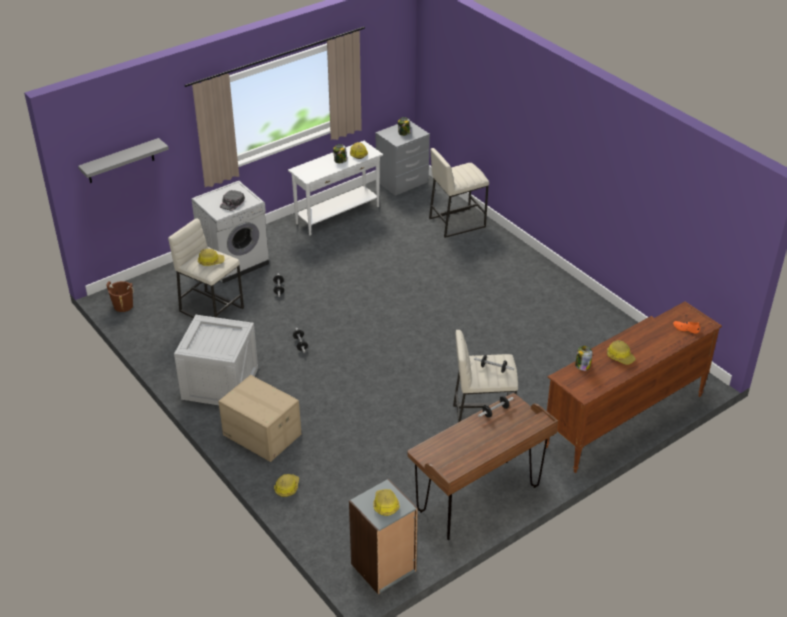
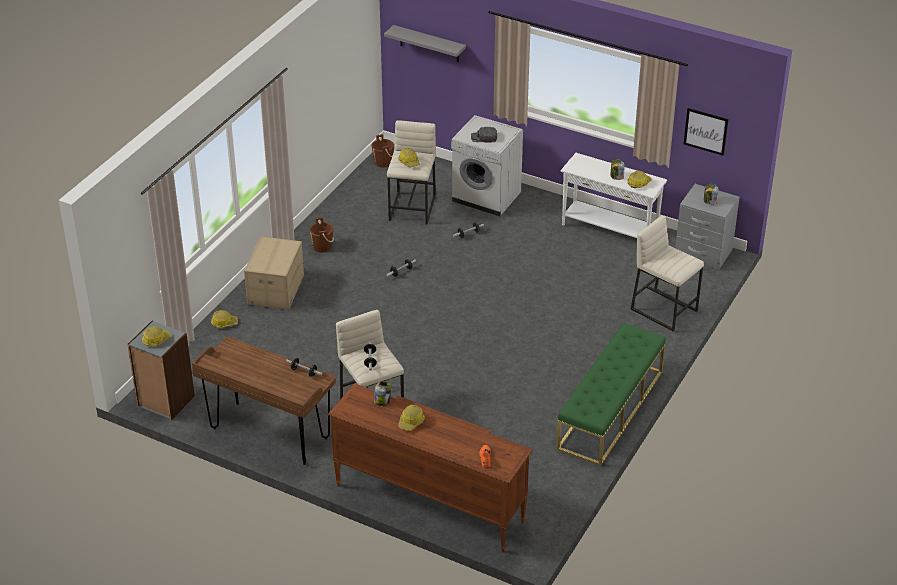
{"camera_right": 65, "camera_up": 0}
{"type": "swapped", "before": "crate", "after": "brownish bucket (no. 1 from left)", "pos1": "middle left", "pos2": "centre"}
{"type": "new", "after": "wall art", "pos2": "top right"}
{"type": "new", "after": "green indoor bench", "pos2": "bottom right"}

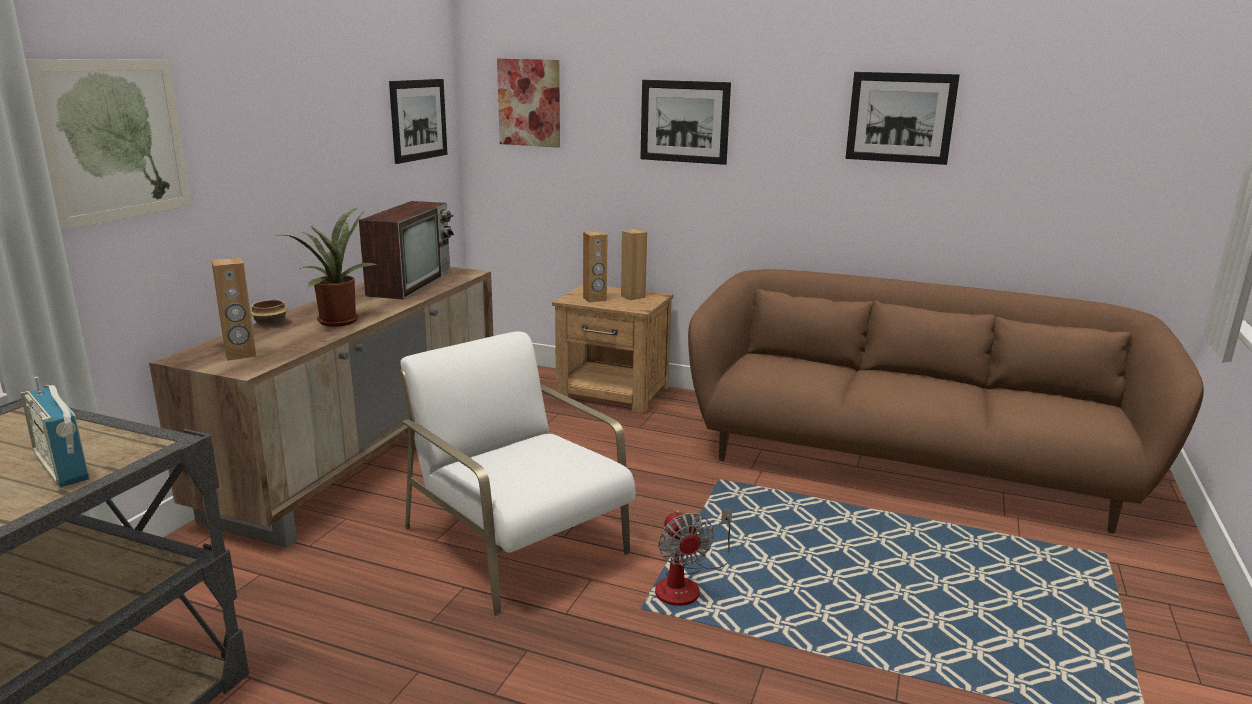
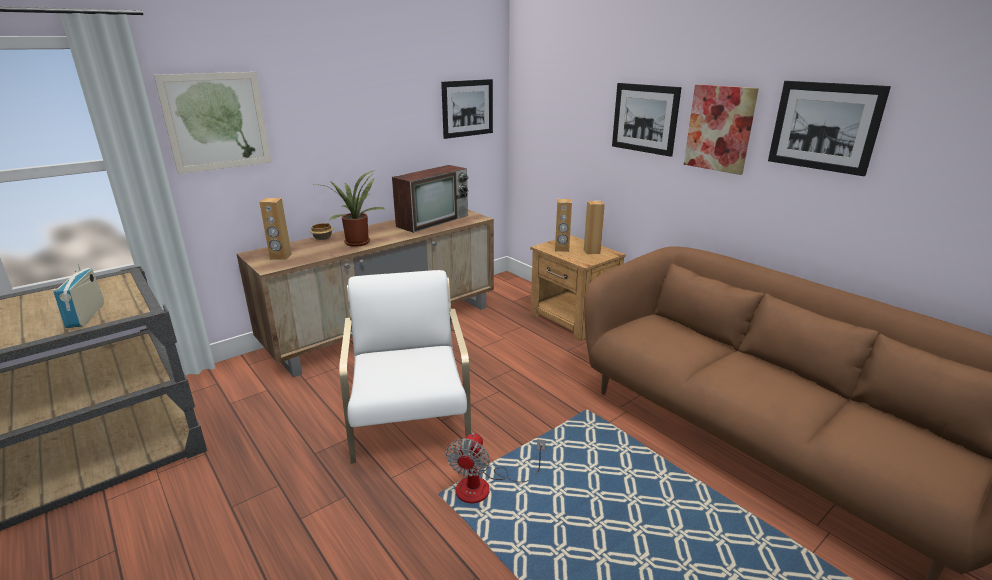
{"camera_right": 30, "camera_up": 5}
{"type": "shifted", "before": "wall art (no. 3 from left in the first image)", "after": "wall art (no. 4 from left)", "pos1": "top centre", "pos2": "top right"}

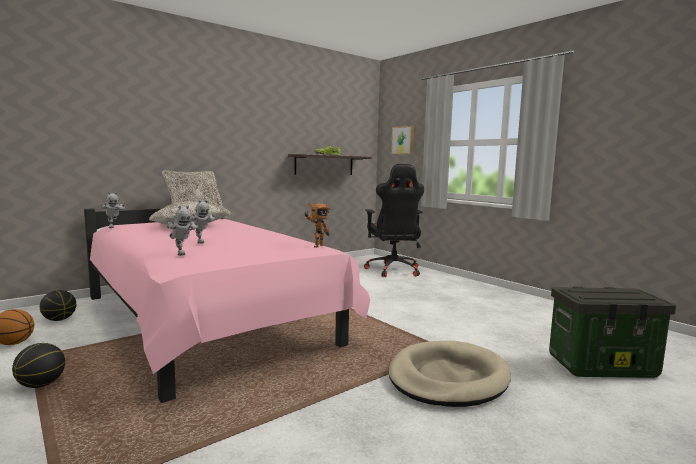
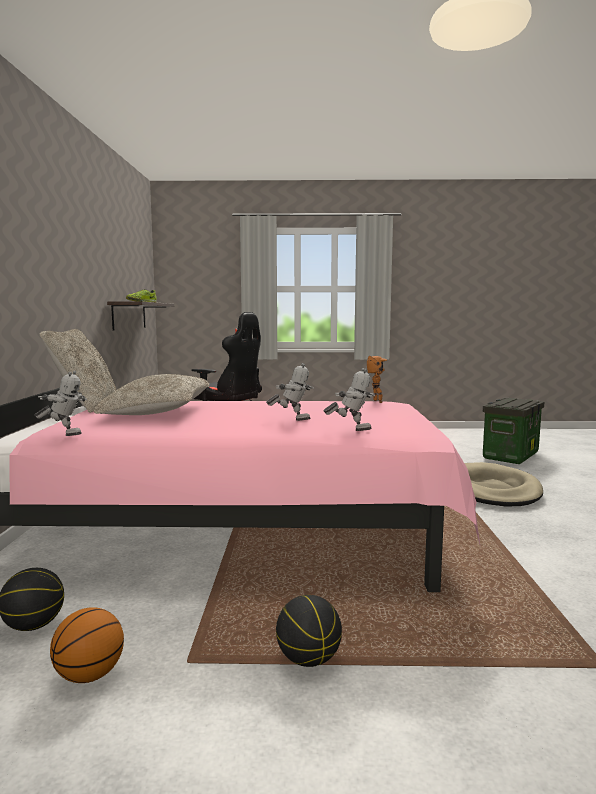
{"camera_right": -50, "camera_up": 0}
{"type": "gone", "before": "wall art", "pos1": "top centre"}

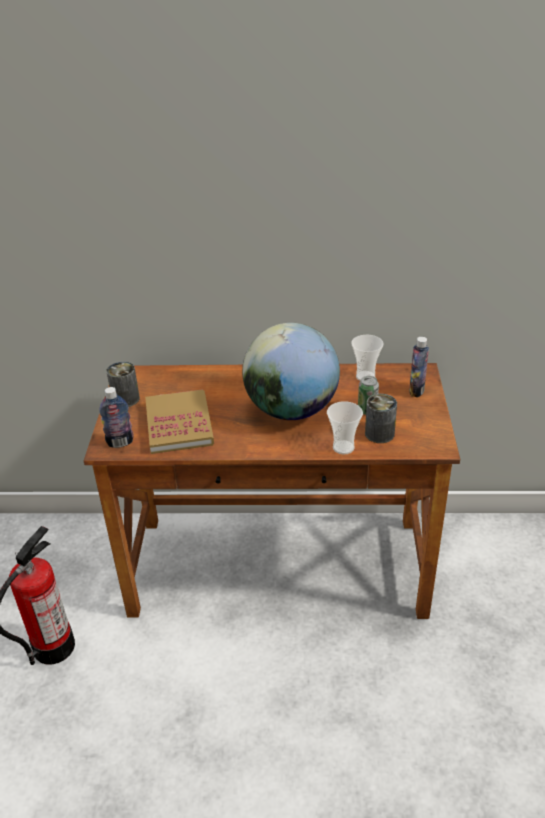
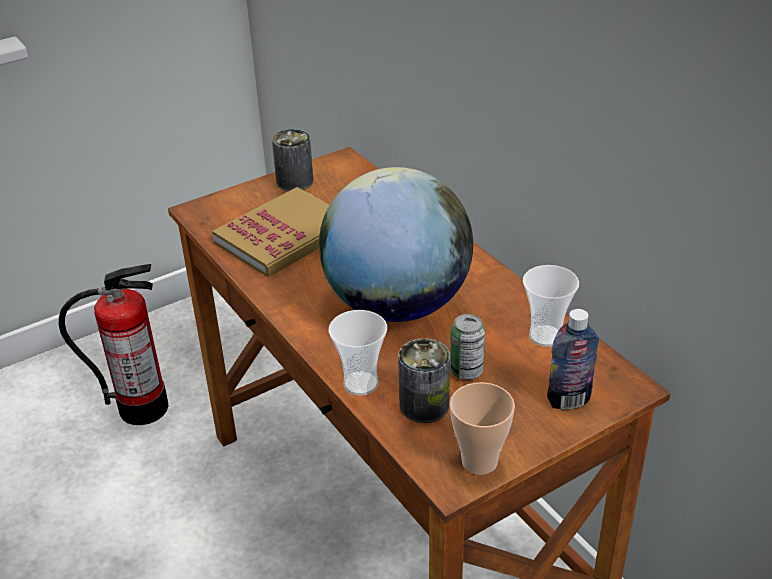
{"camera_right": 55, "camera_up": 0}
{"type": "gone", "before": "drink bottle (no. 1 from left)", "pos1": "middle left"}
{"type": "new", "after": "drinking cup (no. 2 from left)", "pos2": "bottom centre"}

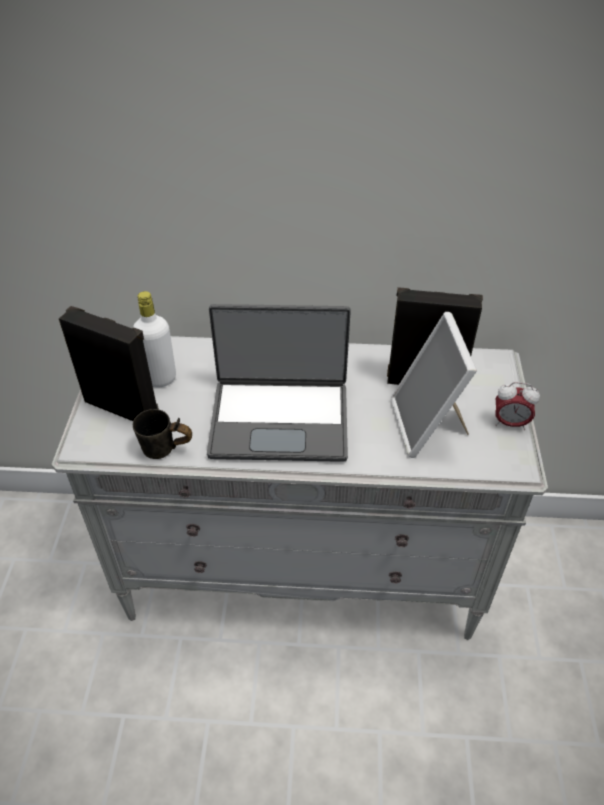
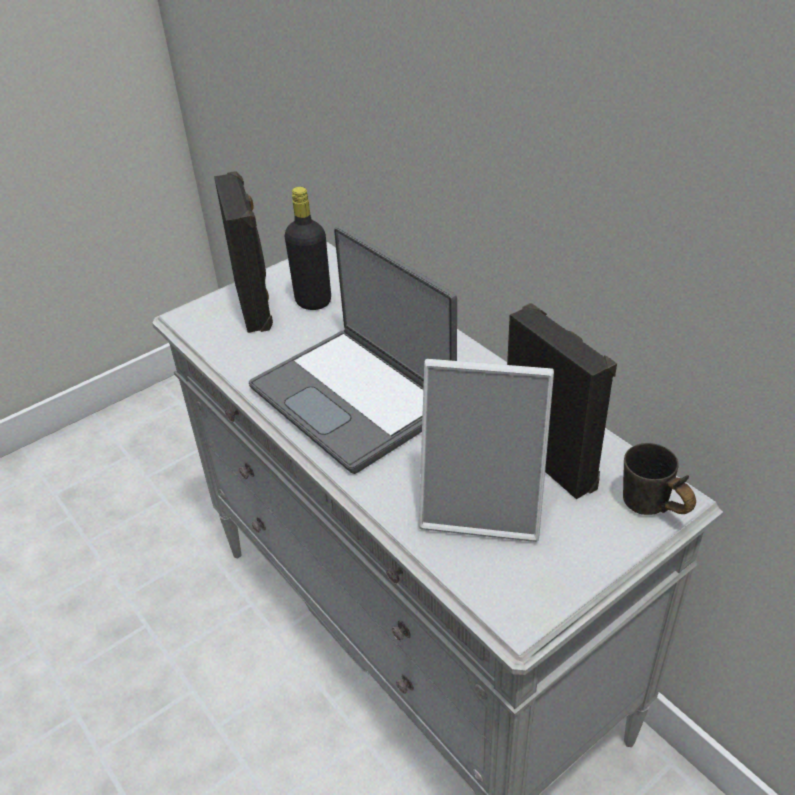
{"camera_right": 50, "camera_up": -5}
{"type": "repainted", "before": "white drink bottle", "after": "black-coloured drink bottle", "pos1": "middle left", "pos2": "top centre"}
{"type": "rotated", "before": "standing frame", "pos1": "middle right", "pos2": "centre", "turn": -120}
{"type": "gone", "before": "alarm clock", "pos1": "middle right"}
{"type": "shifted", "before": "greyish mug", "pos1": "middle left", "pos2": "middle right"}

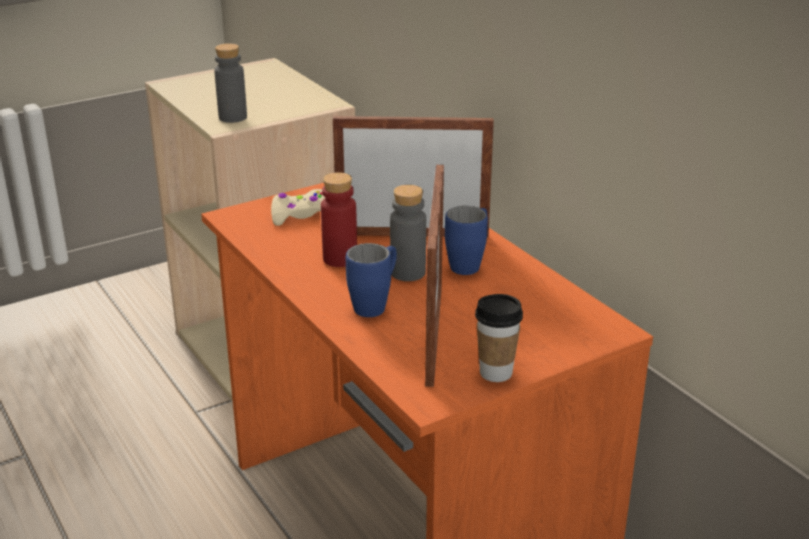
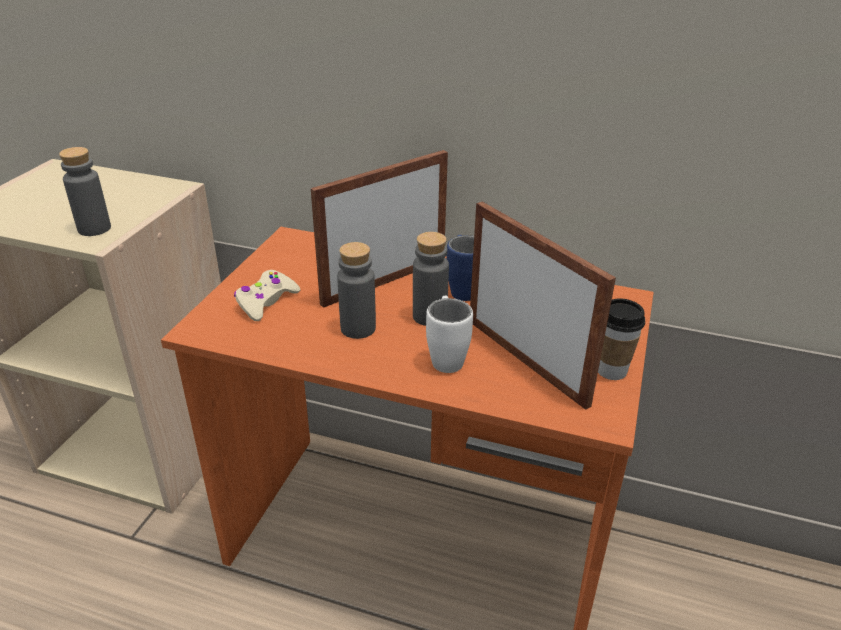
{"camera_right": -40, "camera_up": 5}
{"type": "repainted", "before": "reddish drink bottle", "after": "greyish drink bottle (no. 2 from left)", "pos1": "centre", "pos2": "centre"}
{"type": "repainted", "before": "blue-coloured mug (no. 1 from left)", "after": "white mug", "pos1": "centre", "pos2": "centre"}

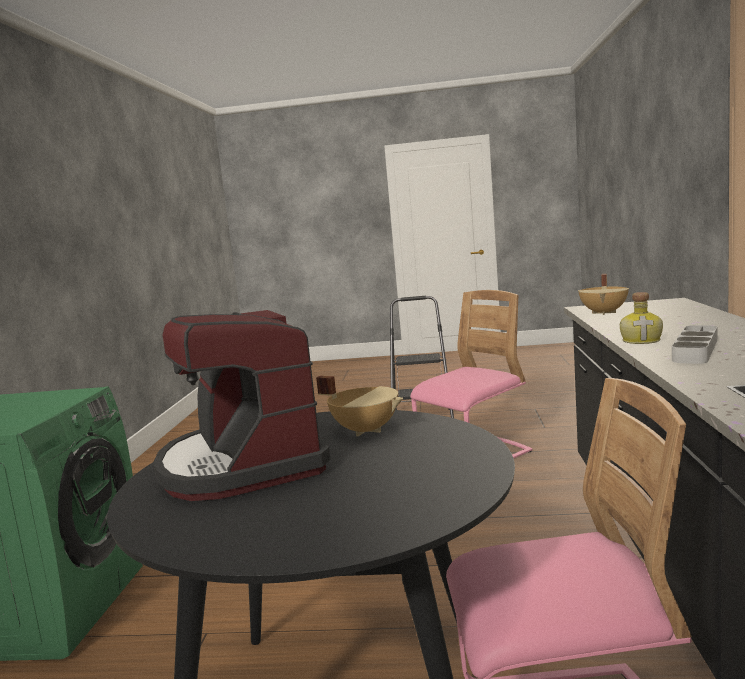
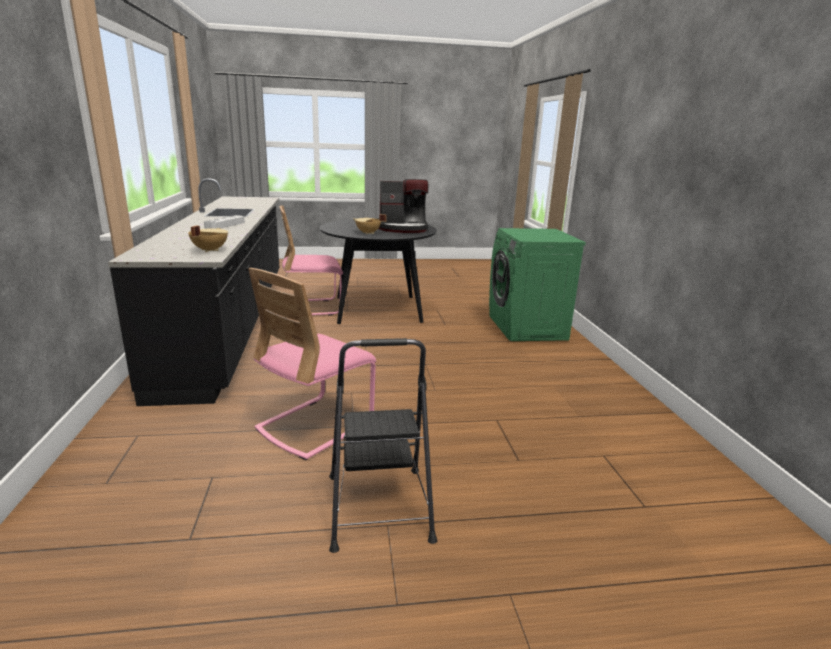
{"camera_right": 165, "camera_up": 10}
{"type": "gone", "before": "drink bottle", "pos1": "middle right"}
{"type": "rotated", "before": "coffee machine", "pos1": "middle left", "pos2": "top centre", "turn": 120}

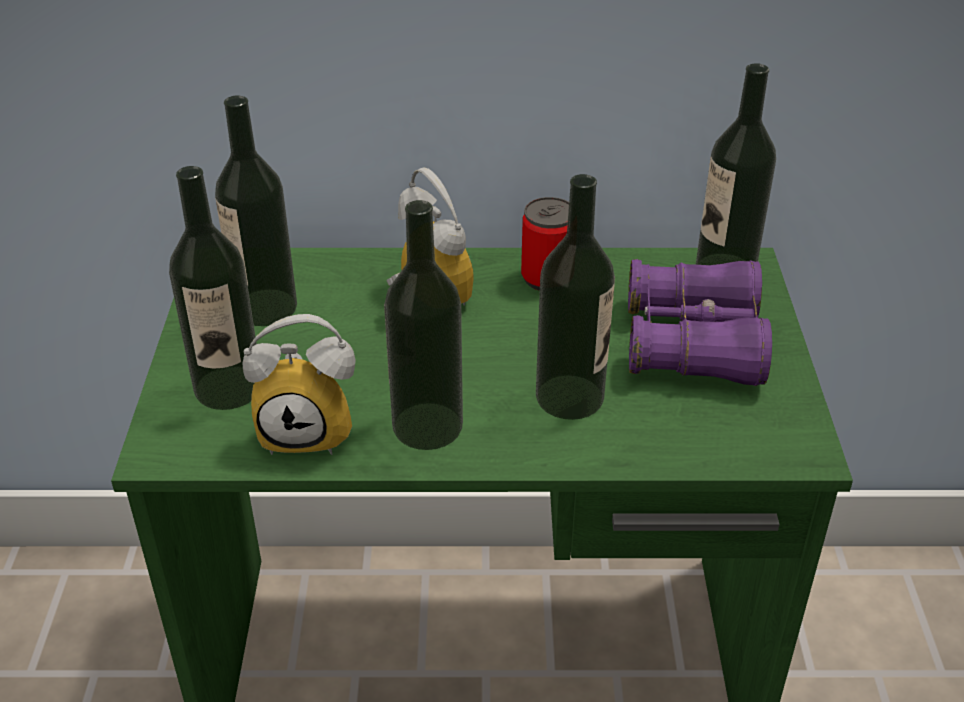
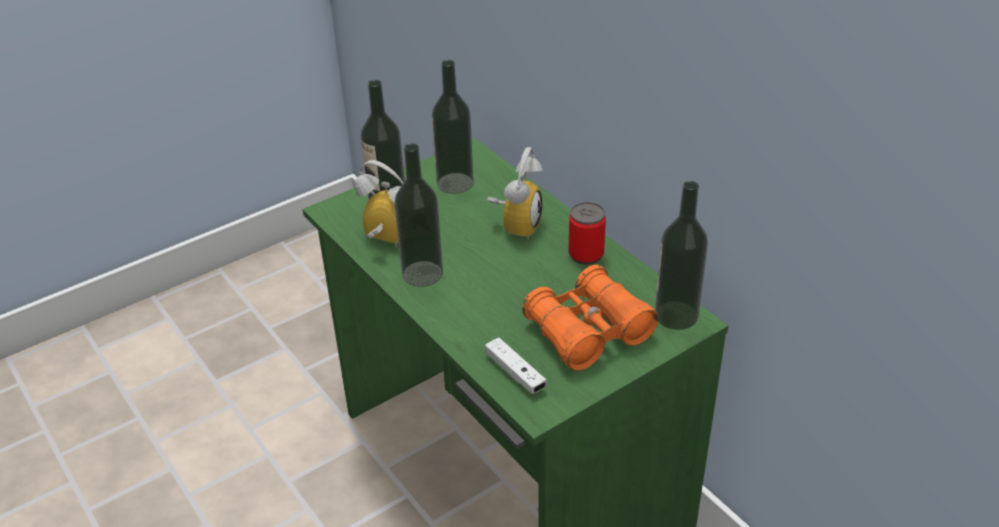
{"camera_right": 55, "camera_up": 0}
{"type": "gone", "before": "drink bottle (no. 4 from left)", "pos1": "centre"}
{"type": "repainted", "before": "purple binoculars", "after": "orange-coloured binoculars", "pos1": "middle right", "pos2": "centre"}
{"type": "rotated", "before": "alarm clock (no. 1 from left)", "pos1": "middle left", "pos2": "centre", "turn": 150}
{"type": "new", "after": "white game controller", "pos2": "bottom centre"}

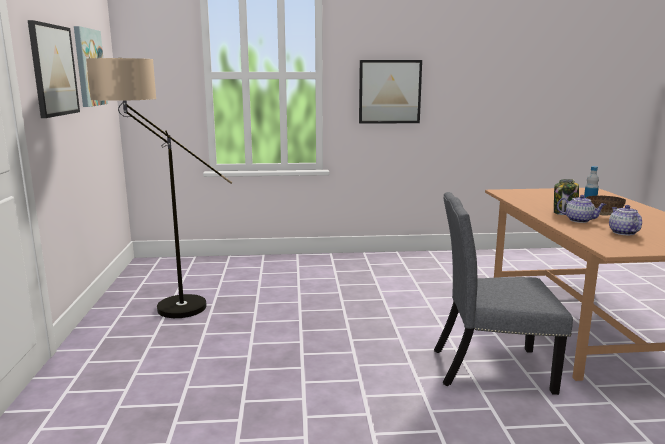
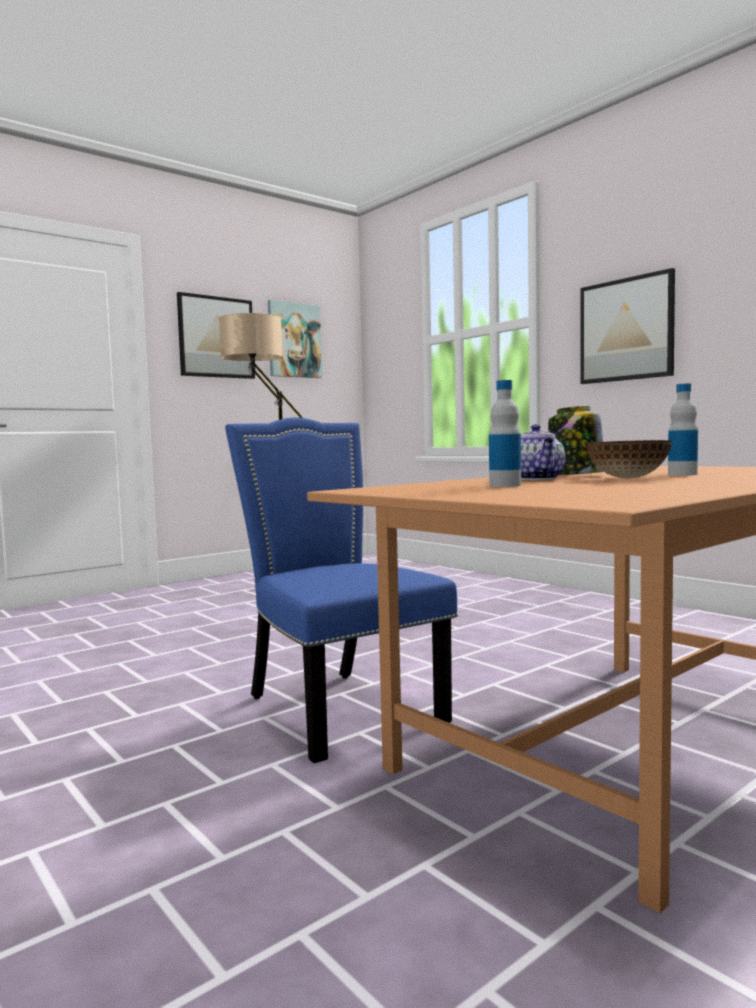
{"camera_right": 55, "camera_up": -10}
{"type": "repainted", "before": "greyish plain chair", "after": "blue-coloured plain chair", "pos1": "middle right", "pos2": "centre"}
{"type": "swapped", "before": "teapot (no. 2 from left)", "after": "drink bottle (no. 1 from left)", "pos1": "middle right", "pos2": "middle right"}

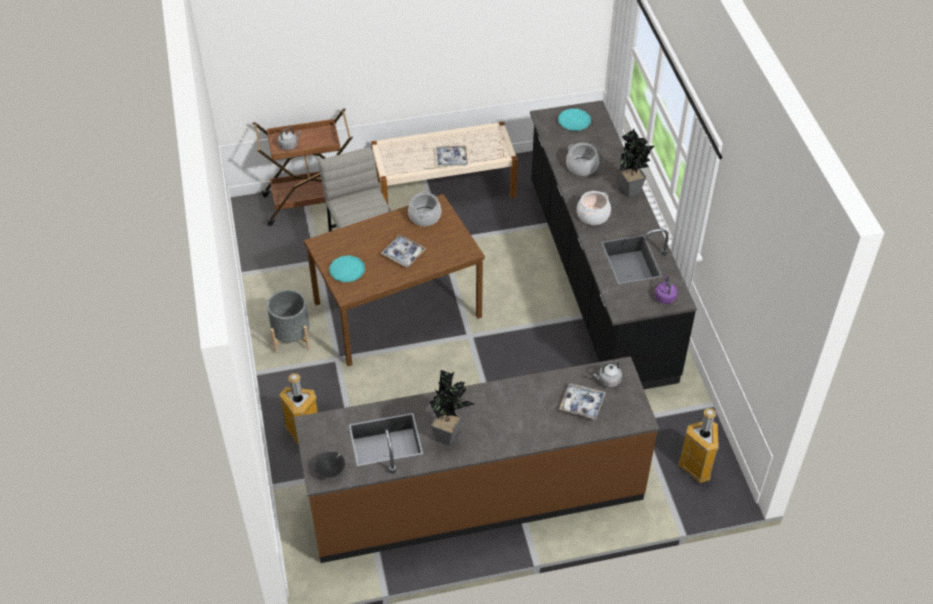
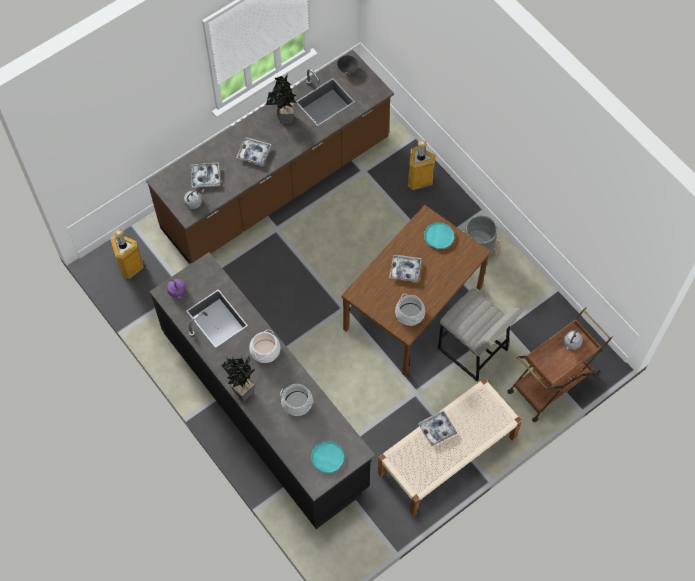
{"camera_right": 155, "camera_up": 15}
{"type": "new", "after": "tray (no. 2 from left)", "pos2": "top centre"}

